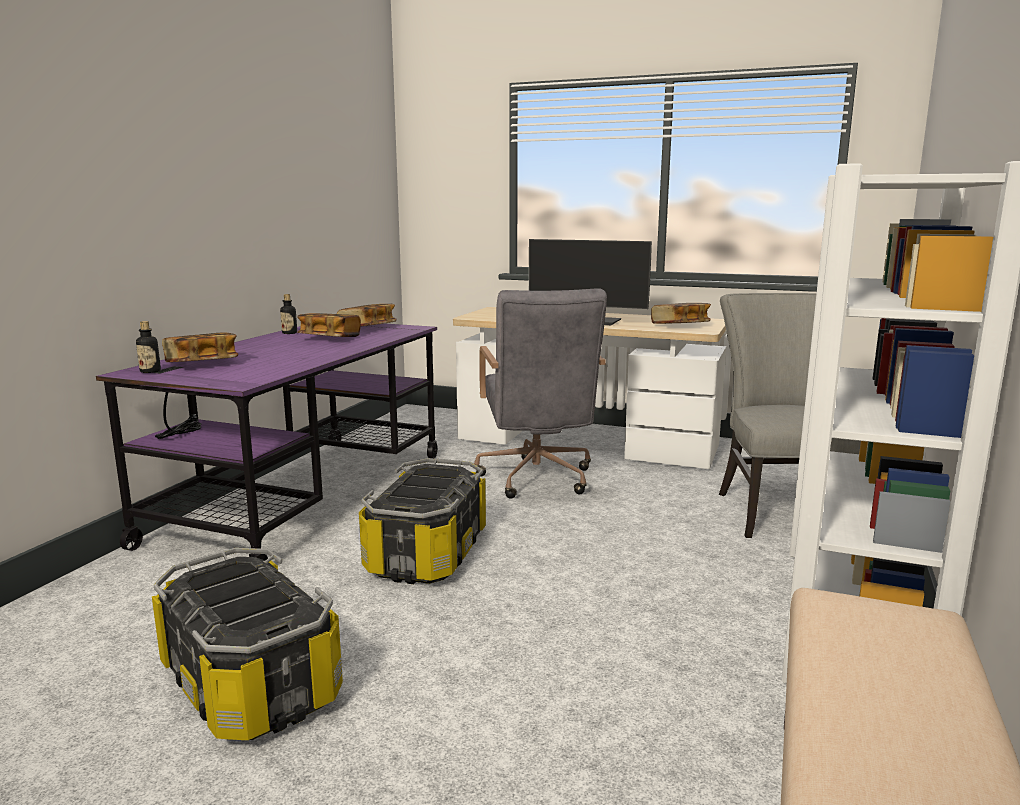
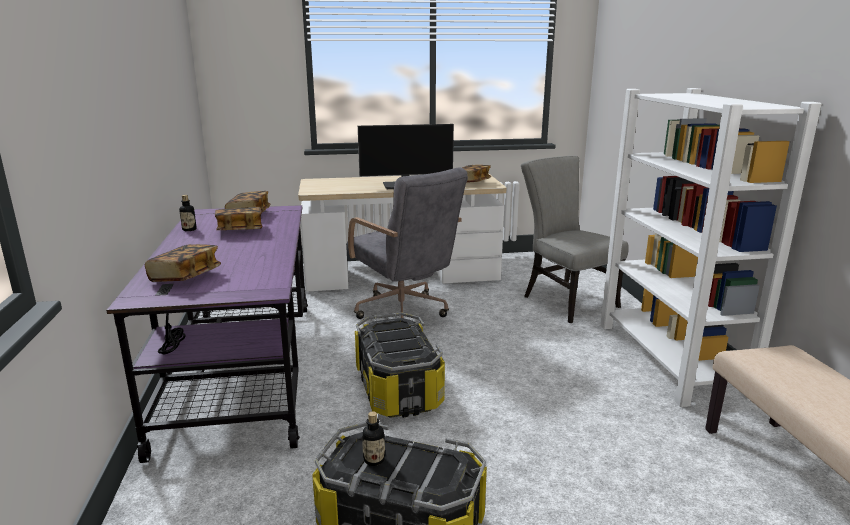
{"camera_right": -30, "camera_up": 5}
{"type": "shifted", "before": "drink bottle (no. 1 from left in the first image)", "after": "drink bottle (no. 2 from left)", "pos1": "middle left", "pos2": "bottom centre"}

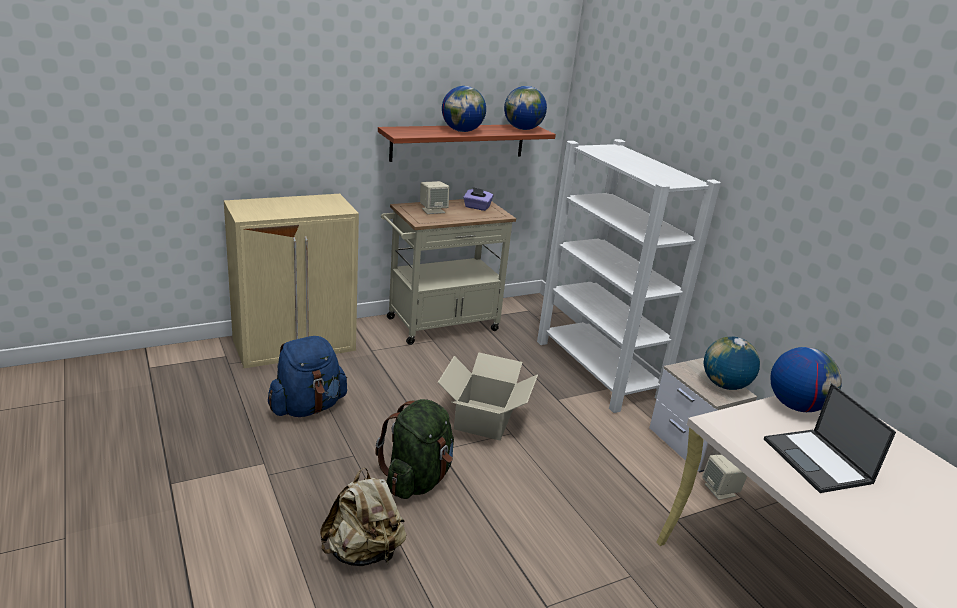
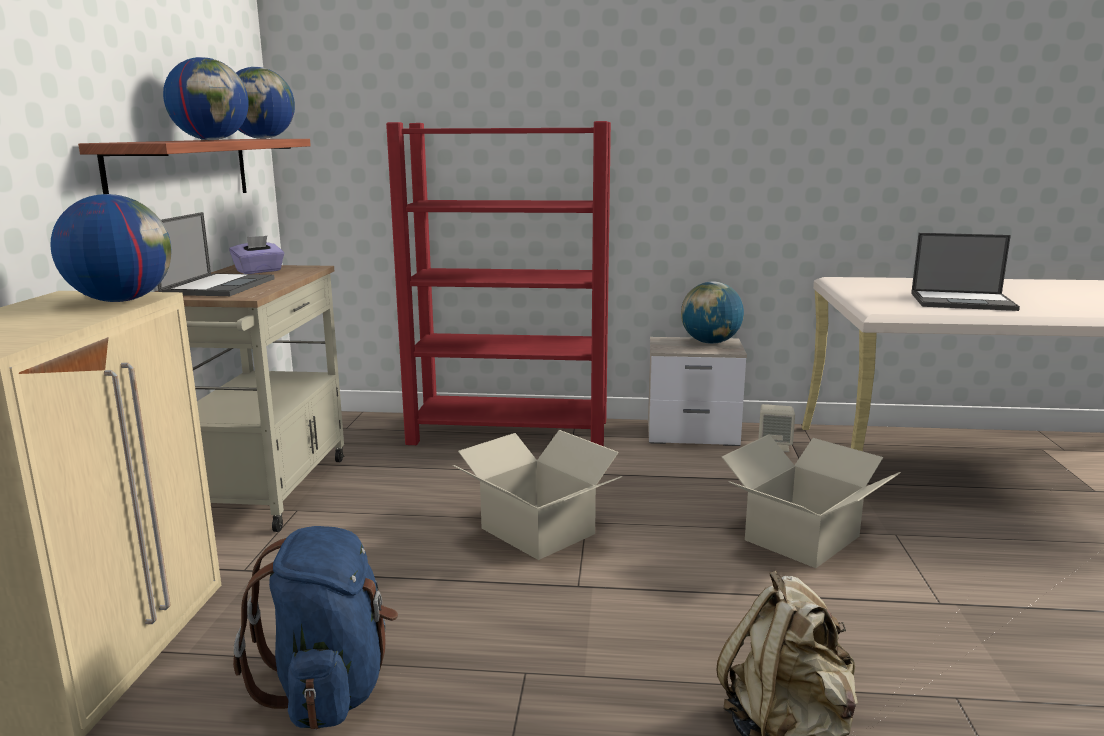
{"camera_right": -55, "camera_up": -10}
{"type": "repainted", "before": "white bookshelf", "after": "reddish bookshelf", "pos1": "centre", "pos2": "centre"}
{"type": "swapped", "before": "beige audio speaker (no. 1 from left)", "after": "portable computer (no. 1 from left)", "pos1": "top centre", "pos2": "middle left"}
{"type": "shifted", "before": "desk globe (no. 4 from left in the first image)", "after": "desk globe (no. 1 from left)", "pos1": "middle right", "pos2": "middle left"}
{"type": "gone", "before": "green rucksack", "pos1": "bottom centre"}
{"type": "new", "after": "carton (no. 2 from left)", "pos2": "bottom right"}

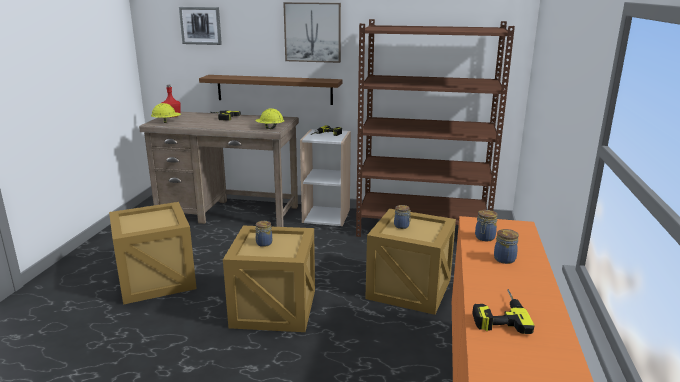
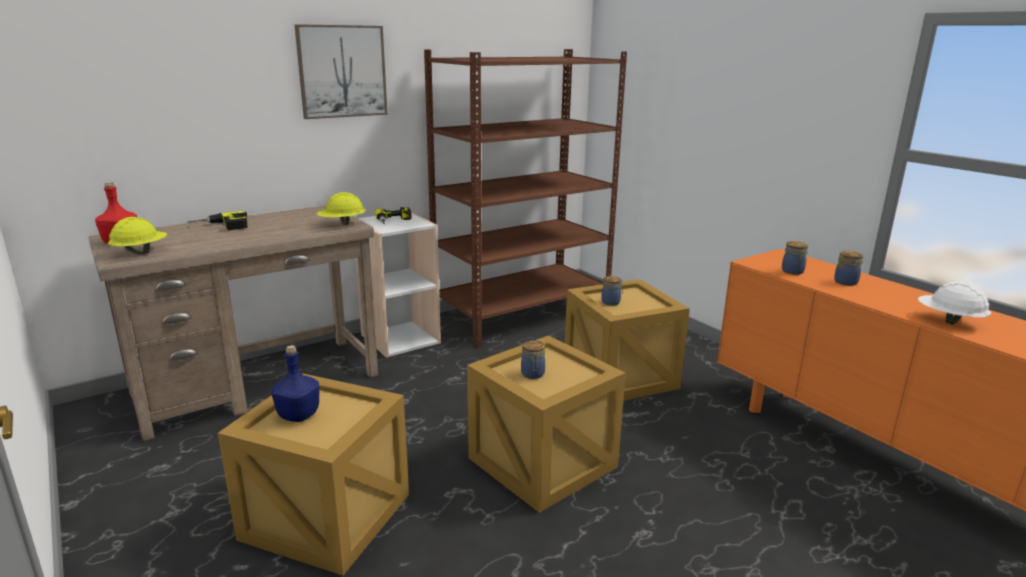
{"camera_right": -45, "camera_up": 0}
{"type": "gone", "before": "wall art (no. 1 from left)", "pos1": "top left"}
{"type": "gone", "before": "brownish shelf", "pos1": "top centre"}
{"type": "swapped", "before": "drill (no. 3 from left)", "after": "white work helmet", "pos1": "bottom right", "pos2": "middle right"}
{"type": "new", "after": "blue-coloured drink bottle", "pos2": "middle left"}

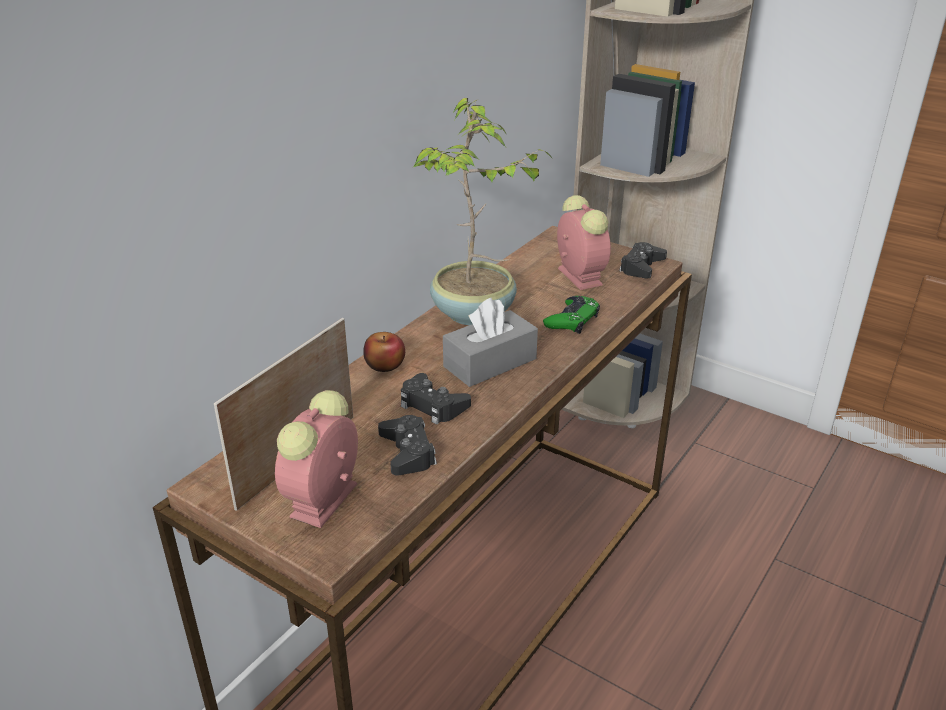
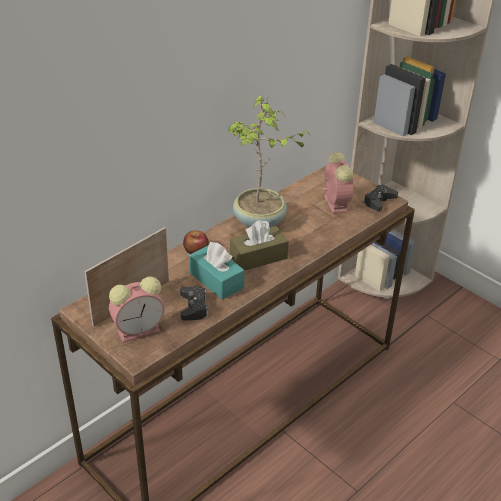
{"camera_right": 10, "camera_up": 5}
{"type": "gone", "before": "green game controller", "pos1": "centre"}
{"type": "repainted", "before": "greyish tissue holder", "after": "brownish tissue holder", "pos1": "centre", "pos2": "centre"}
{"type": "swapped", "before": "black-coloured game controller (no. 2 from left)", "after": "blue-green tissue holder", "pos1": "centre", "pos2": "centre"}
{"type": "rotated", "before": "alarm clock (no. 1 from left)", "pos1": "centre", "pos2": "middle left", "turn": -150}

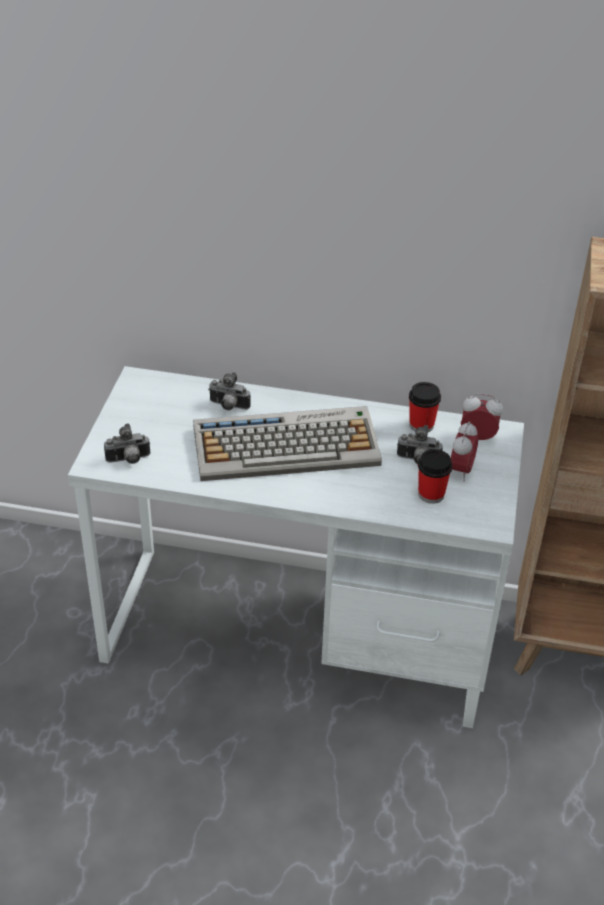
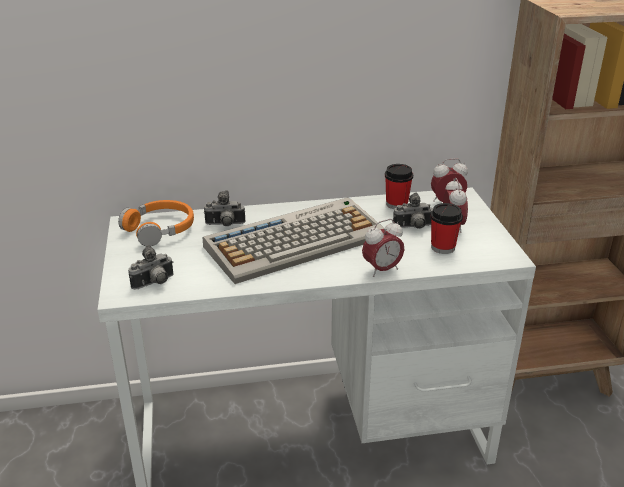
{"camera_right": -20, "camera_up": -10}
{"type": "new", "after": "orange-coloured headphones", "pos2": "middle left"}
{"type": "new", "after": "alarm clock (no. 1 from left)", "pos2": "centre"}

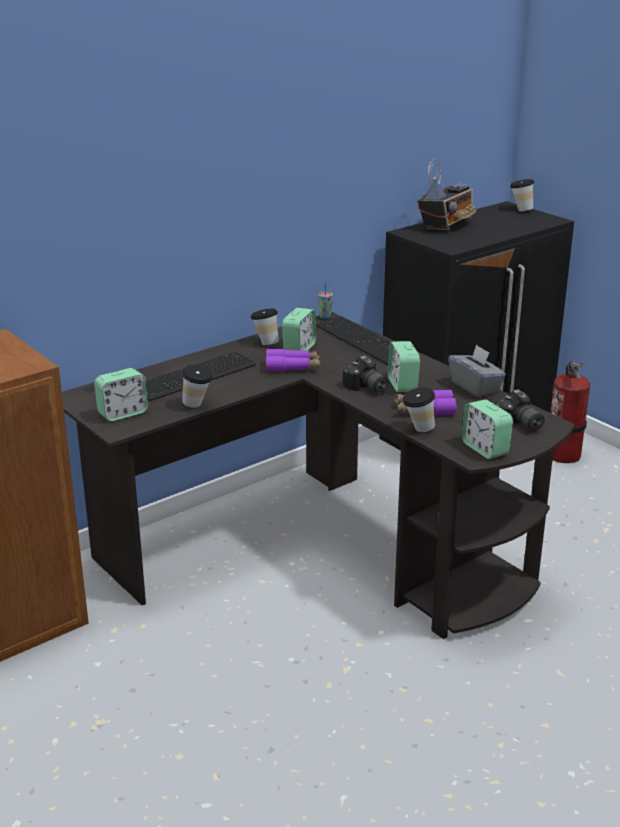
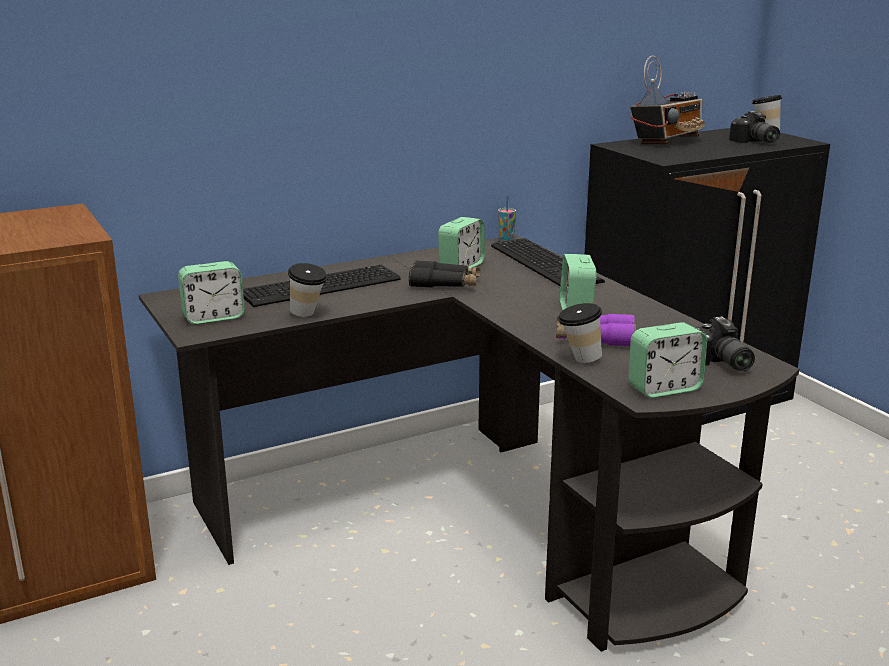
{"camera_right": 10, "camera_up": -5}
{"type": "gone", "before": "drinking cup (no. 2 from left)", "pos1": "centre"}
{"type": "gone", "before": "greyish tissue holder", "pos1": "middle right"}
{"type": "repainted", "before": "purple binoculars (no. 1 from left)", "after": "black-coloured binoculars", "pos1": "centre", "pos2": "centre"}
{"type": "shifted", "before": "photo camera (no. 1 from left in the first image)", "after": "photo camera (no. 2 from left)", "pos1": "centre", "pos2": "top right"}
{"type": "gone", "before": "fire extinguisher", "pos1": "middle right"}
{"type": "rotated", "before": "alarm clock (no. 4 from left)", "pos1": "middle right", "pos2": "middle right", "turn": -90}

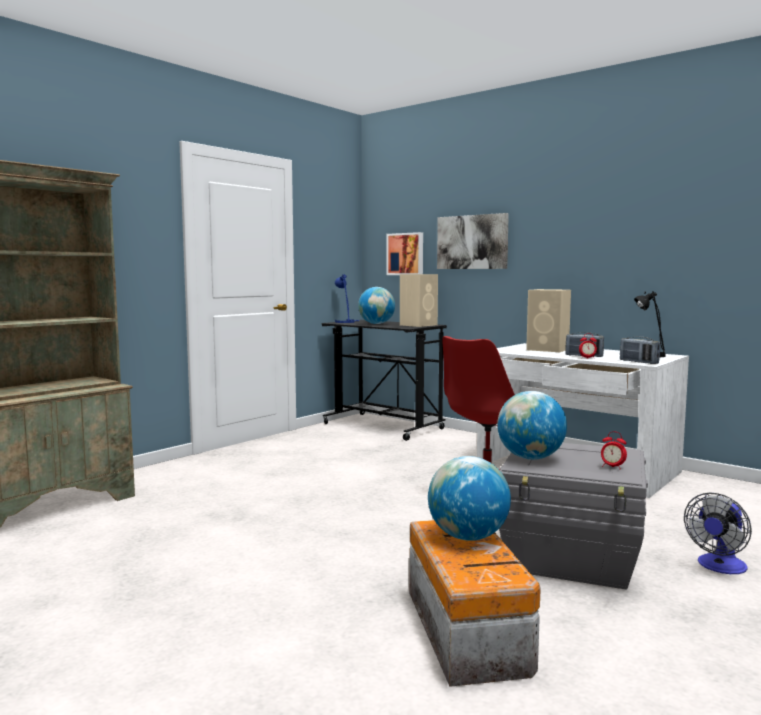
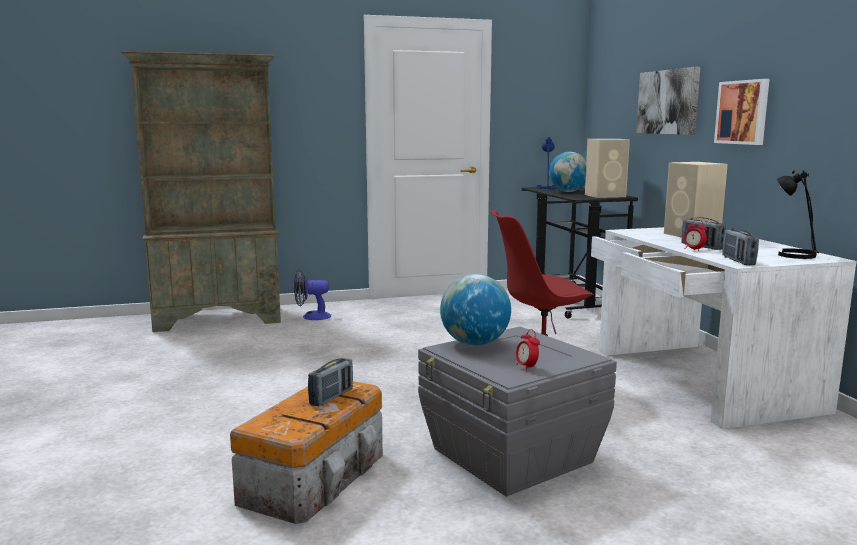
{"camera_right": 35, "camera_up": 5}
{"type": "shifted", "before": "wall art (no. 1 from left in the first image)", "after": "wall art (no. 2 from left)", "pos1": "centre", "pos2": "top right"}
{"type": "swapped", "before": "desk globe (no. 2 from left)", "after": "radio set (no. 1 from left)", "pos1": "bottom centre", "pos2": "bottom centre"}
{"type": "shifted", "before": "fan", "pos1": "bottom right", "pos2": "centre"}

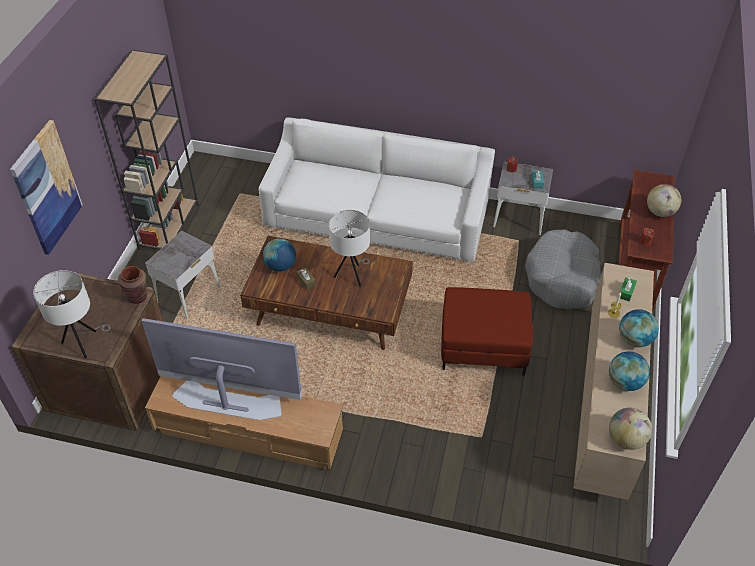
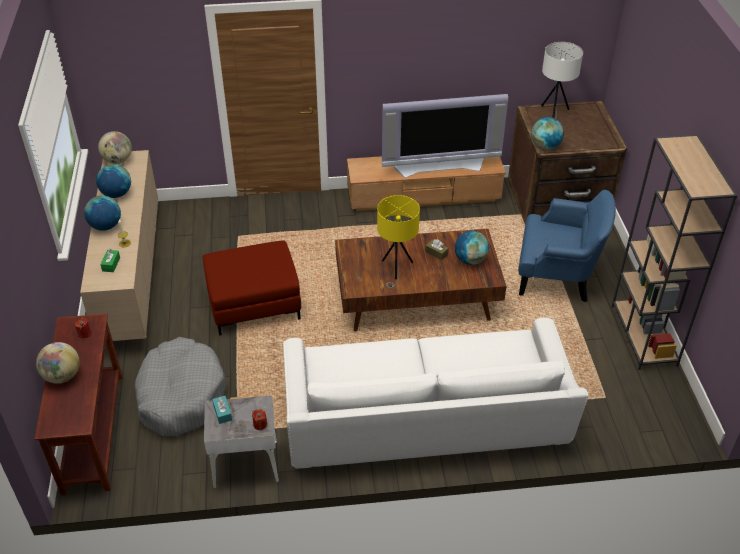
{"camera_right": 160, "camera_up": -5}
{"type": "gone", "before": "wall art", "pos1": "top left"}
{"type": "repainted", "before": "white tabletop lamp (no. 2 from left)", "after": "yellowish tabletop lamp", "pos1": "centre", "pos2": "centre"}
{"type": "swapped", "before": "accent table (no. 1 from left)", "after": "blue-coloured easy chair", "pos1": "middle left", "pos2": "middle right"}
{"type": "swapped", "before": "brownish flower vase", "after": "desk globe (no. 6 from left)", "pos1": "middle left", "pos2": "top right"}

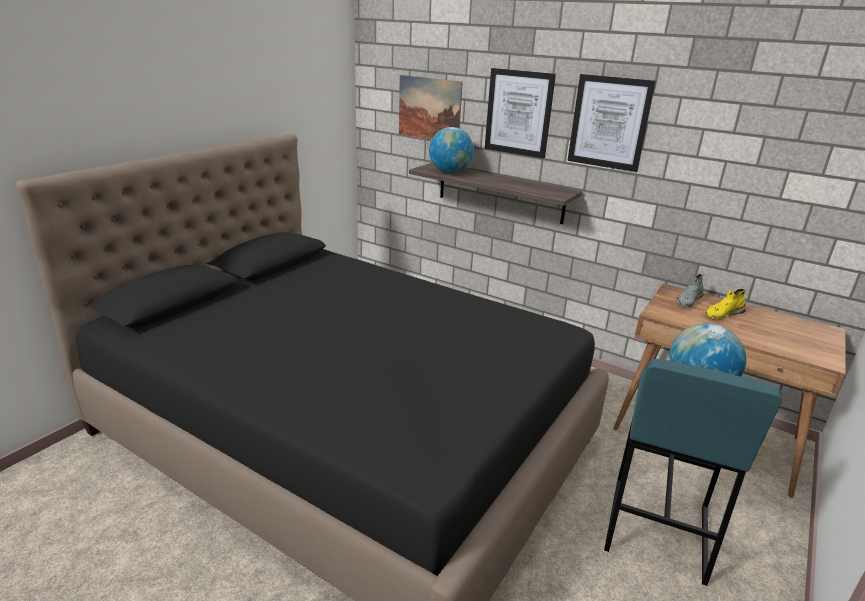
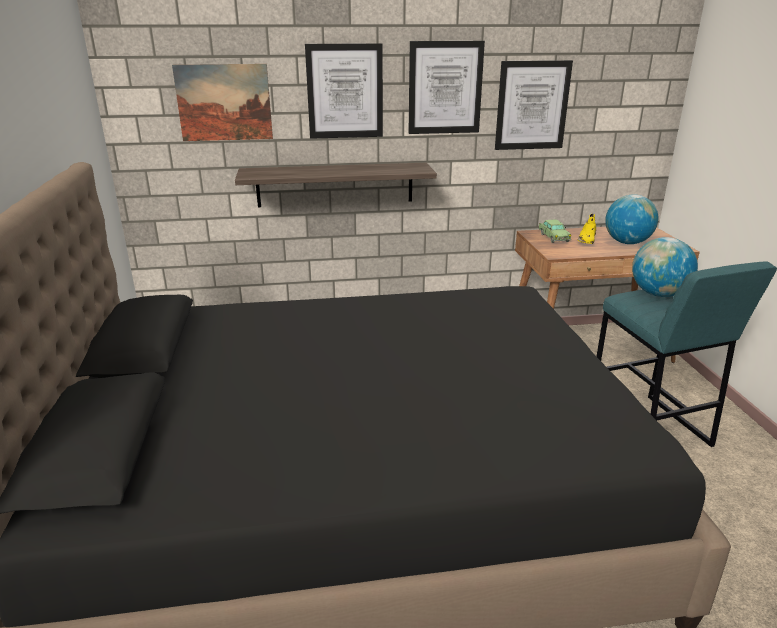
{"camera_right": -40, "camera_up": 0}
{"type": "shifted", "before": "desk globe (no. 1 from left)", "pos1": "top centre", "pos2": "middle right"}
{"type": "swapped", "before": "greyish low shoe", "after": "model car", "pos1": "middle right", "pos2": "middle right"}
{"type": "new", "after": "wall art (no. 4 from left)", "pos2": "top right"}

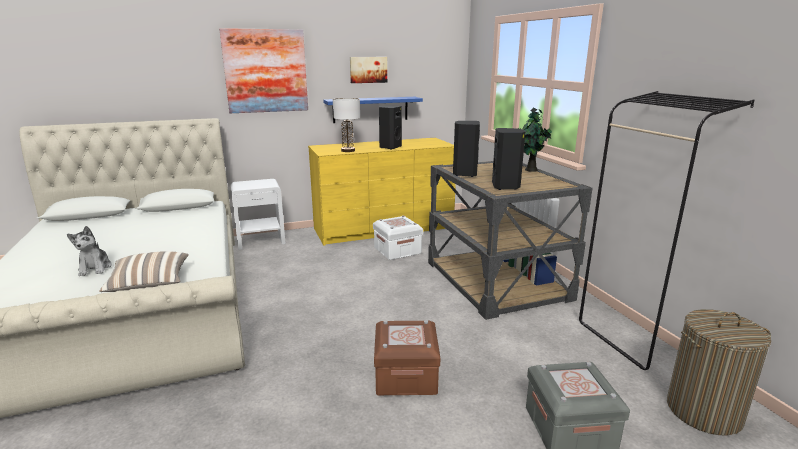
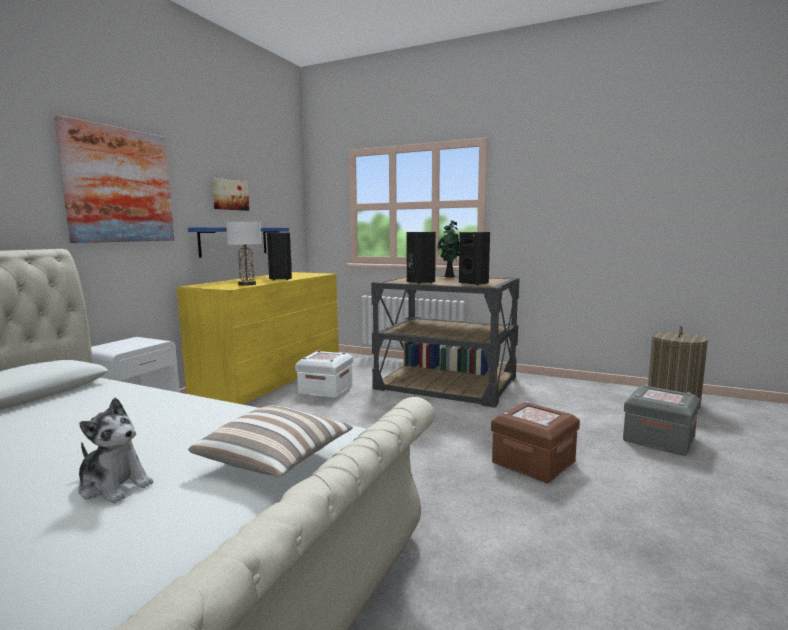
{"camera_right": -45, "camera_up": -10}
{"type": "gone", "before": "black-coloured clothes rack", "pos1": "middle right"}

